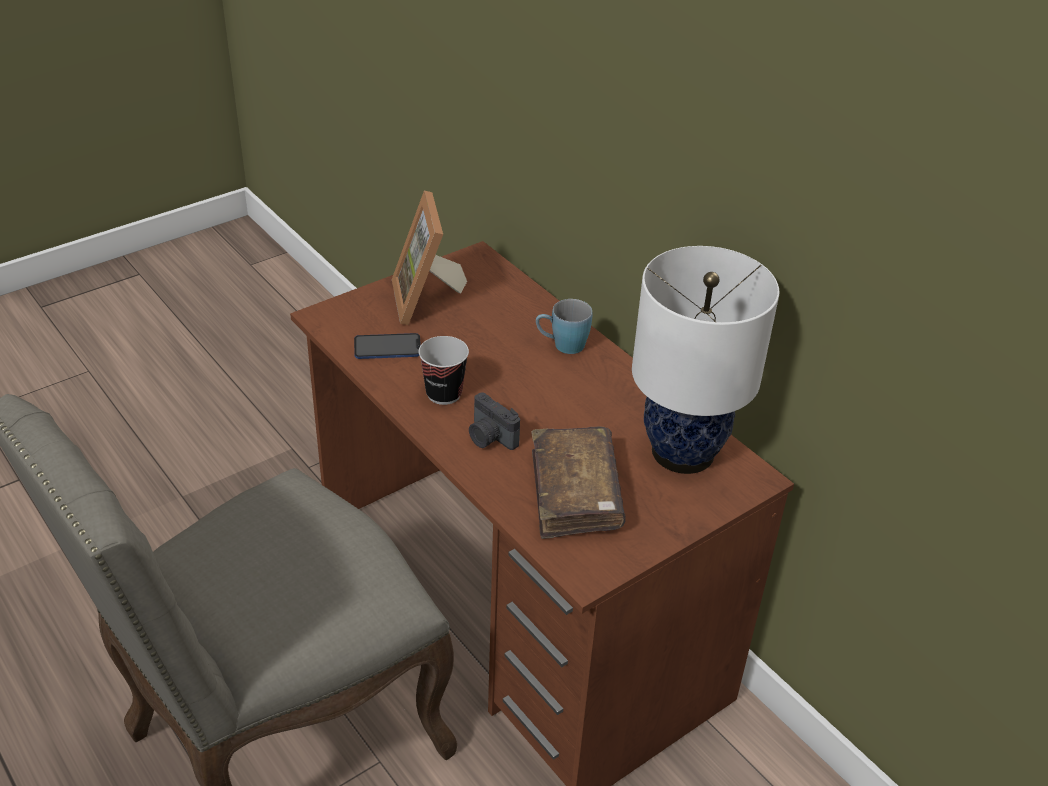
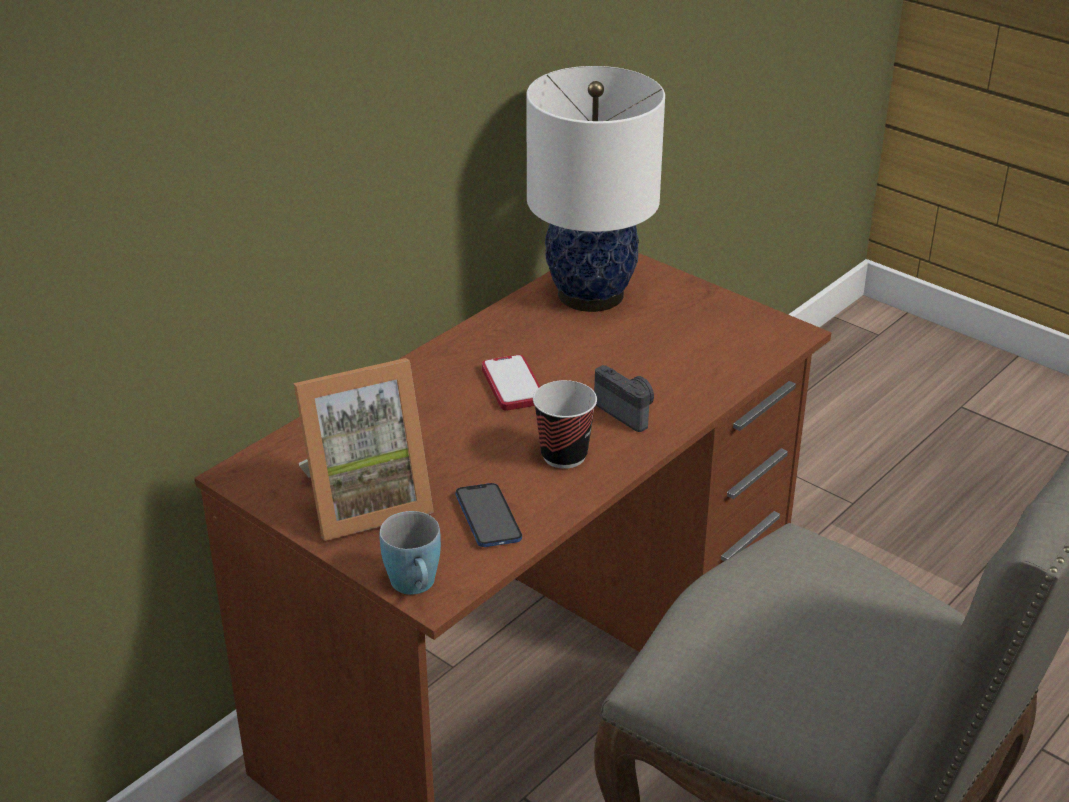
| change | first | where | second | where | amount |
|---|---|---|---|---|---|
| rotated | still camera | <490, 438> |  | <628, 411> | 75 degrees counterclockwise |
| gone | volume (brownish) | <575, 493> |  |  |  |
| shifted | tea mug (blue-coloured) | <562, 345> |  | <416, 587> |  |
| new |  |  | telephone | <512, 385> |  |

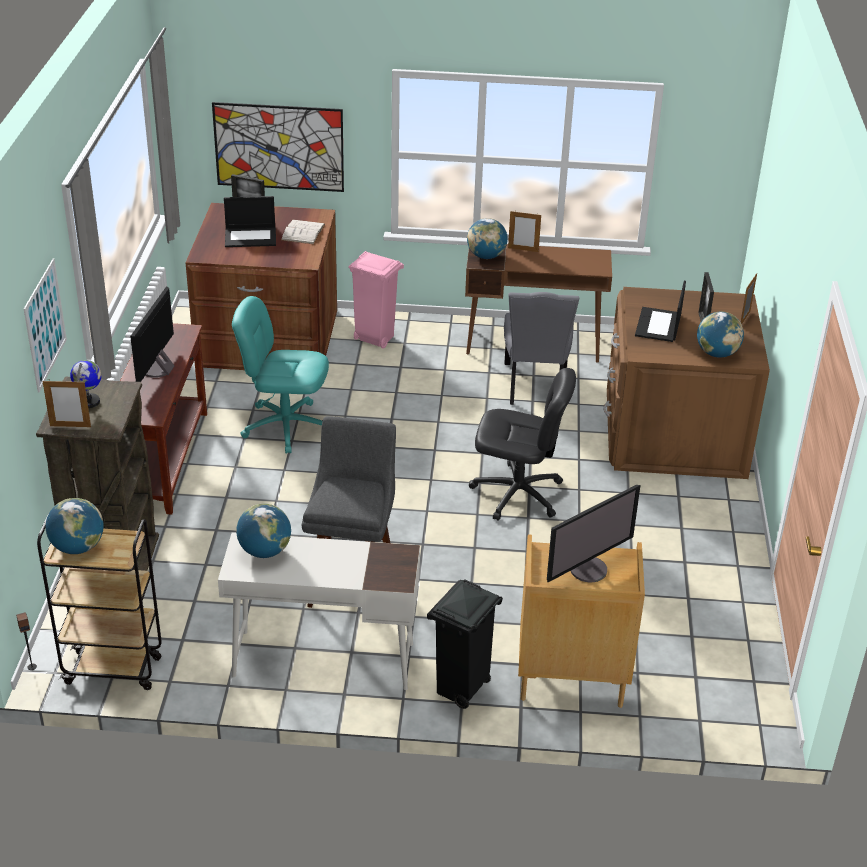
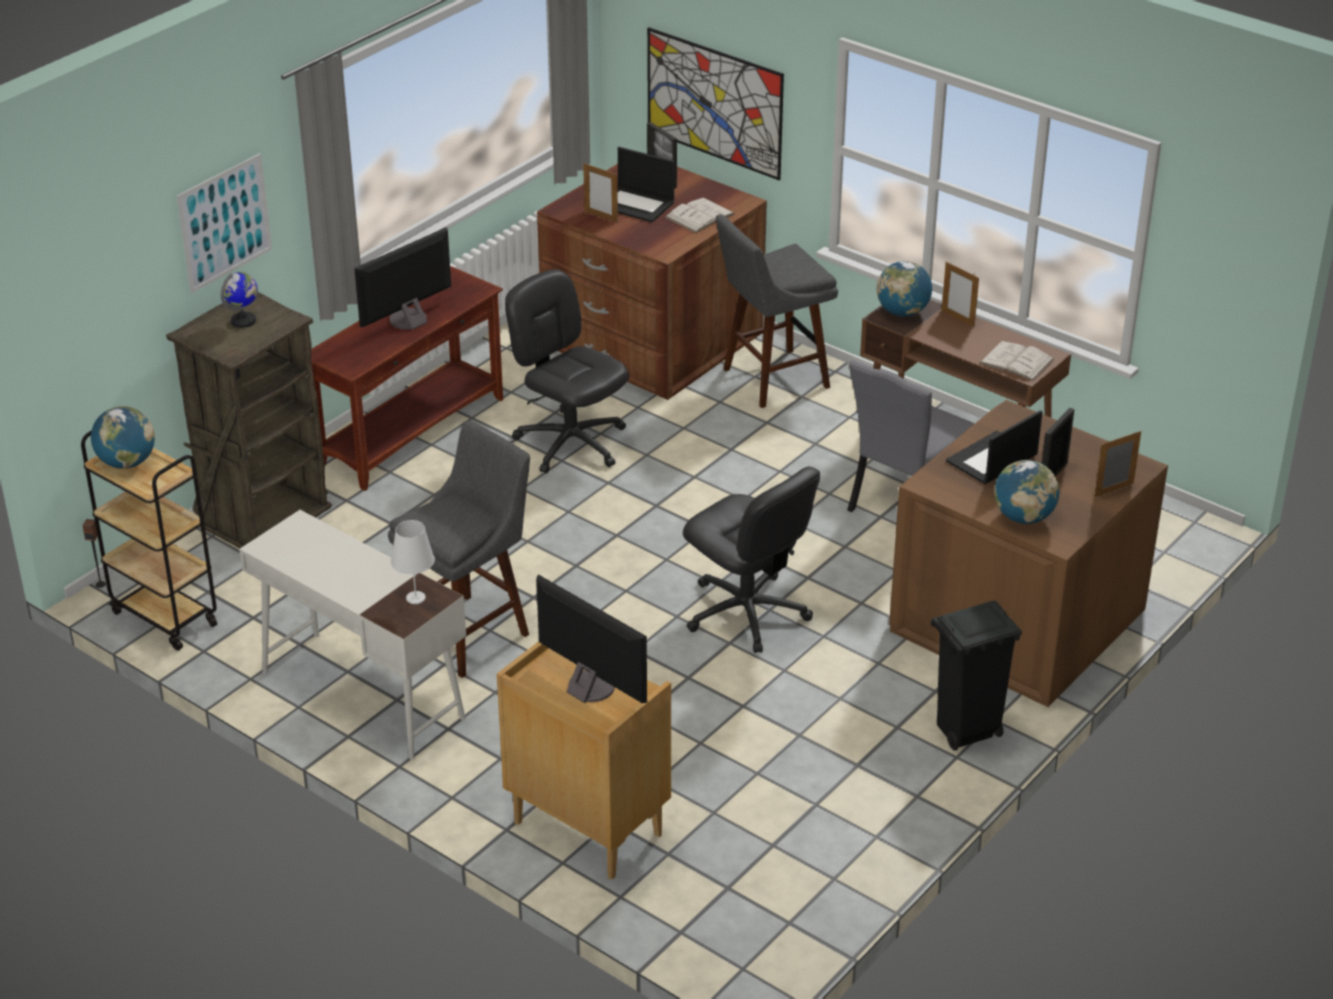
| change | first | where | second | where | amount |
|---|---|---|---|---|---|
| shifted | standing frame | <70, 426> |  | <601, 217> |  |
| repainted | desk chair (turquoise) | <285, 426> | desk chair (blackish) | <571, 442> |  |
| gone | globe | <265, 551> |  |  |  |
| swapped | trash can (pink) | <374, 339> | sitting stool (greyish) | <771, 379> |  |
| shifted | trash can (blackish) | <461, 690> |  | <966, 732> |  |
| rotated | monitor | <588, 569> |  | <589, 687> | 135 degrees counterclockwise |
| new |  |  | table lamp (white) | <416, 598> |  |
| new |  |  | volume (white) | <1016, 361> |  |

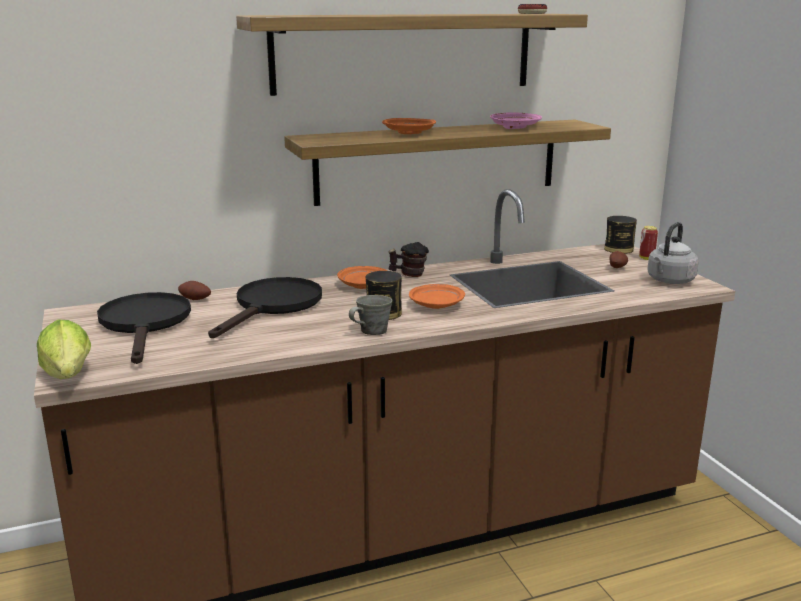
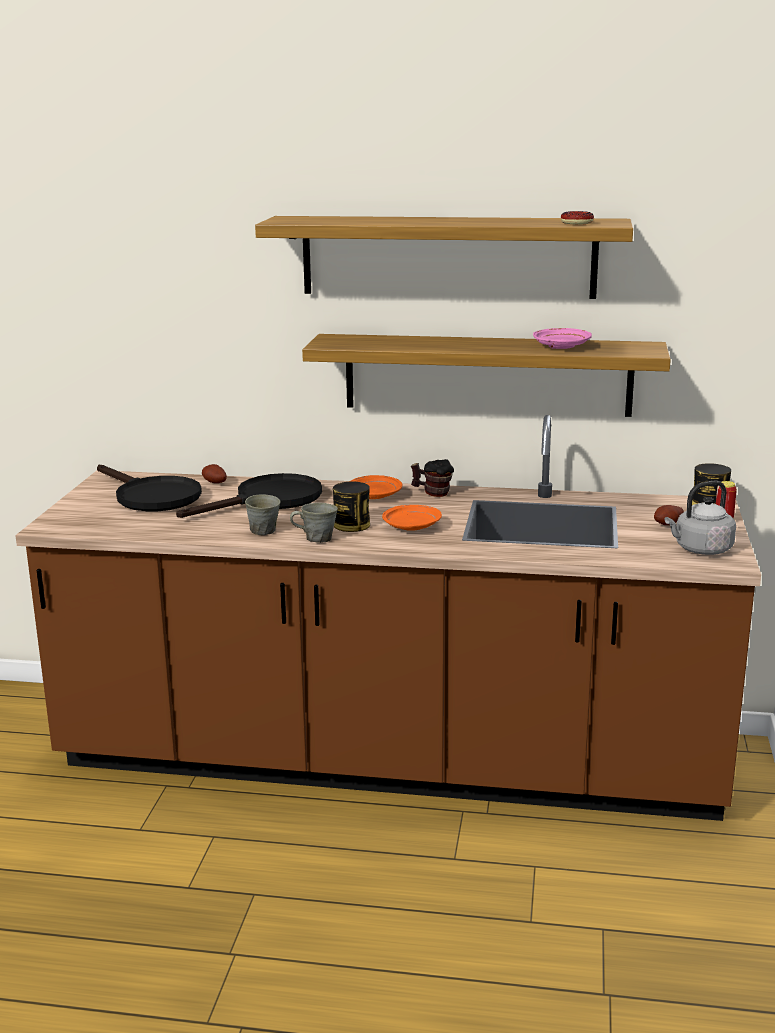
| change | first | where | second | where | amount |
|---|---|---|---|---|---|
| gone | lettuce head | <68, 377> |  |  |  |
| rotated | skillet (blackish) | <145, 324> |  | <151, 496> | 120 degrees clockwise |
| gone | plate (orangey) | <409, 133> |  |  |  |
| new |  |  | tea mug (greyish) | <263, 530> |  |

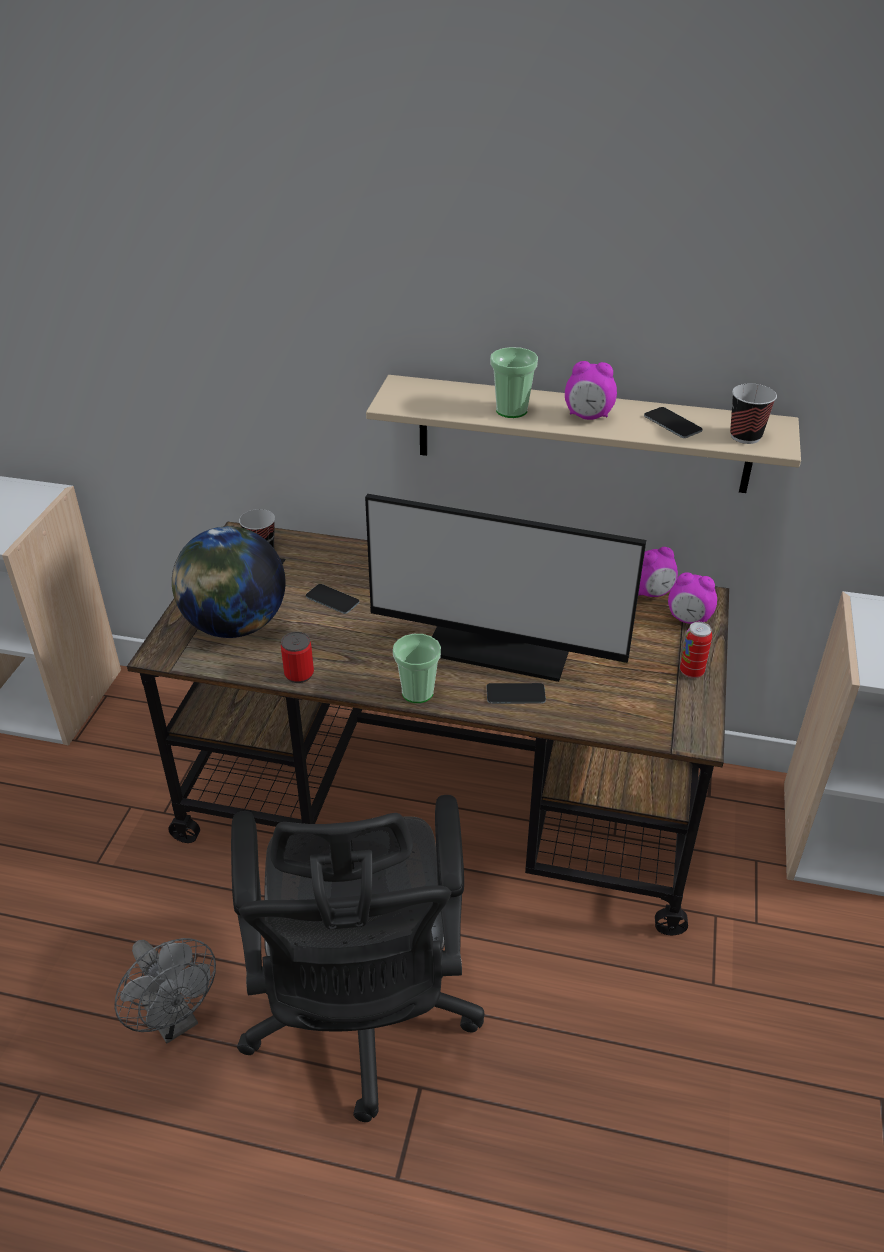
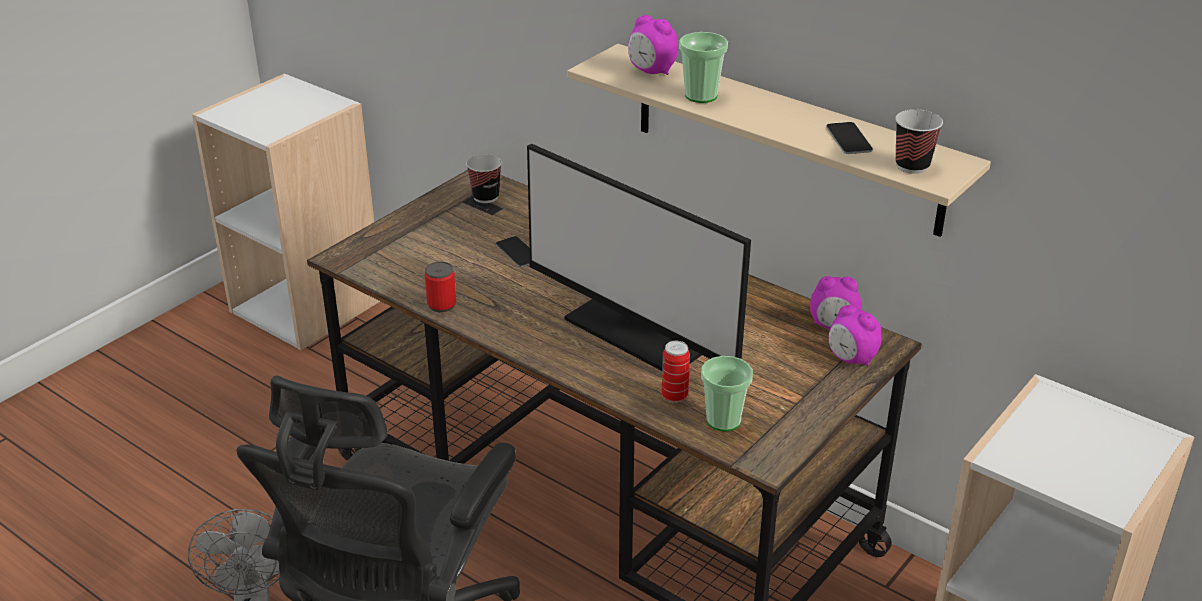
| change | first | where | second | where | amount |
|---|---|---|---|---|---|
| gone | globe | <235, 625> |  |  |  |
| shifted | drinking cup | <417, 692> |  | <723, 420> |  |
| gone | telephone | <515, 694> |  |  |  |
| shifted | bedside clock | <588, 417> |  | <651, 71> |  |
| shifted | metal can | <691, 672> |  | <674, 396> |  |

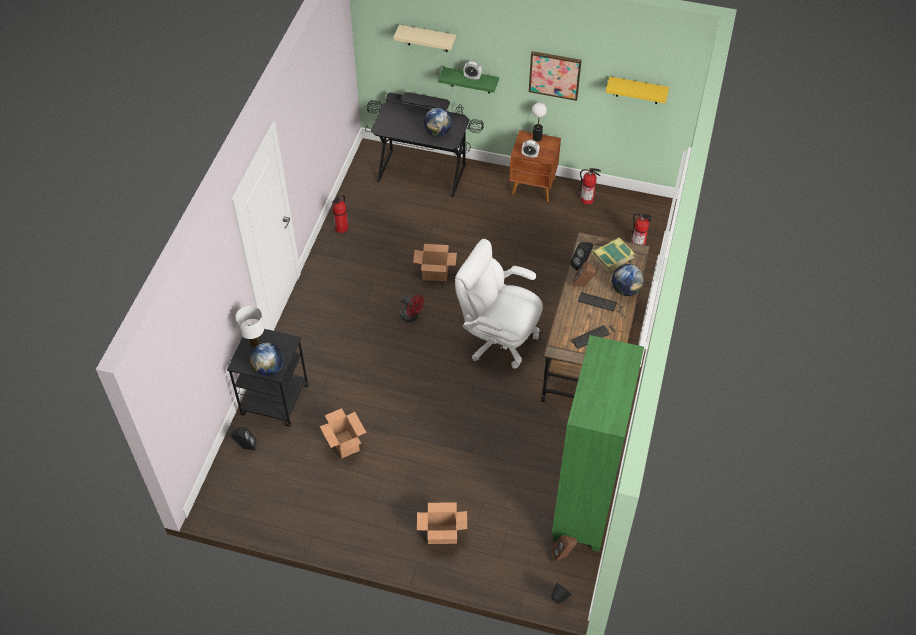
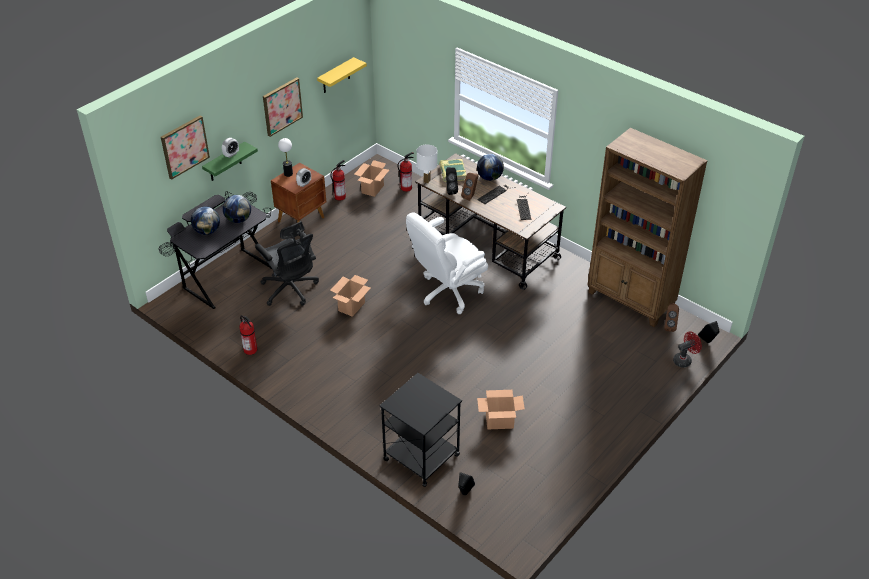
| change | first | where | second | where | amount |
|---|---|---|---|---|---|
| shifted | table lamp (white) | <254, 343> |  | <427, 181> |  |
| shifted | globe | <269, 369> |  | <207, 231> |  |
| swapped | wall shelf (beige) | <427, 38> | picture | <184, 146> |  |
| shifted | fan (reddish) | <411, 317> |  | <684, 360> |  |
| shifted | carton | <442, 534> |  | <372, 189> |  |
| repainted | shelving unit (green-coloured) | <584, 505> | shelving unit (brownish) | <631, 300> |  |
| new |  |  | desk chair | <291, 291> |  |

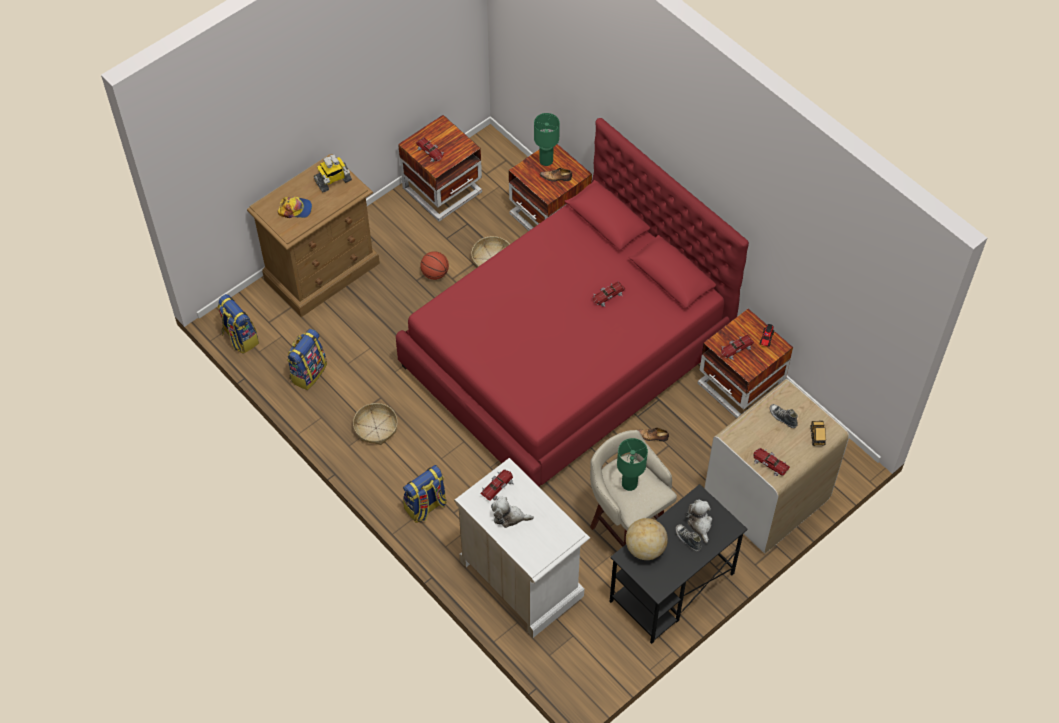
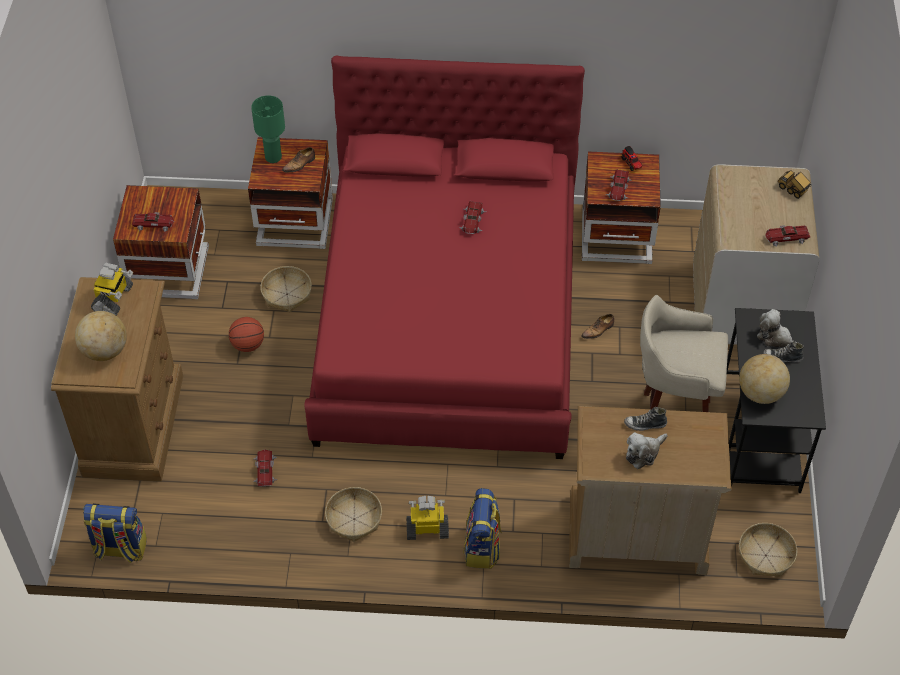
| change | first | where | second | where | amount |
|---|---|---|---|---|---|
| swapped | peaked cap | <295, 209> | globe | <105, 351> |  |
| gone | backpack | <308, 372> |  |  |  |
| repainted | drawer chest (white) | <521, 578> | drawer chest (brownish) | <636, 535> |  |
| shifted | model car | <497, 486> |  | <265, 470> |  |
| gone | table lamp (green-coloured) | <629, 483> |  |  |  |
| shifted | item of footwear | <782, 418> |  | <645, 424> |  |
| new |  |  | toy robot | <427, 529> |  |
| new |  |  | storage basket | <765, 555> |  |

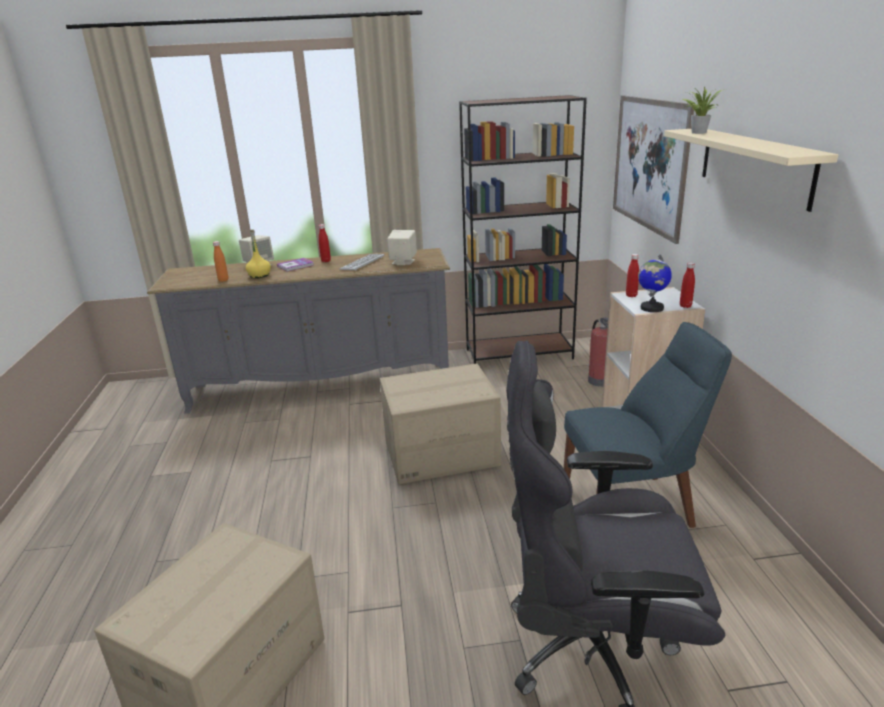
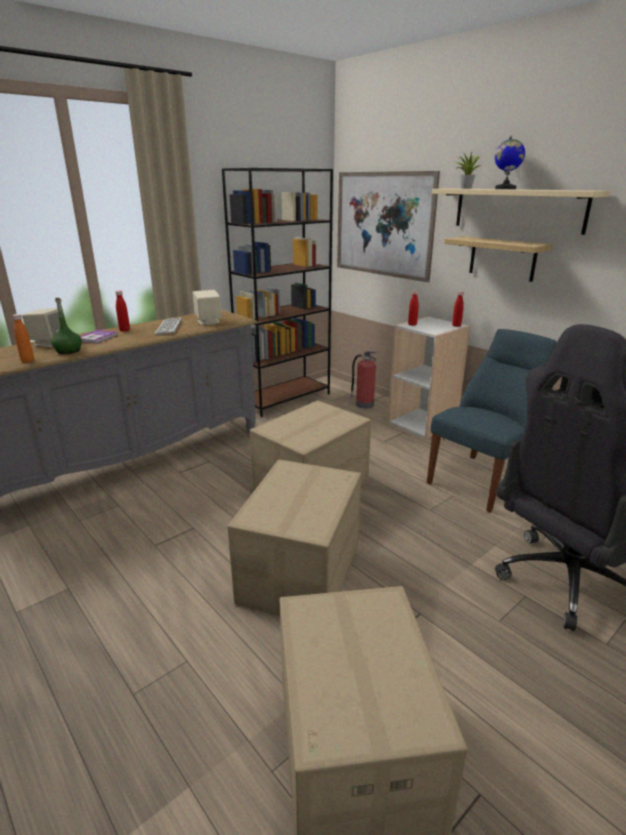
| change | first | where | second | where | amount |
|---|---|---|---|---|---|
| repainted | beverage bottle (yellow) | <259, 275> | beverage bottle (green-coloured) | <68, 351> |  |
| shifted | globe | <651, 308> |  | <505, 189> |  |
| new |  |  | carton | <301, 573> |  |
| new |  |  | wall shelf | <502, 258> |  |

